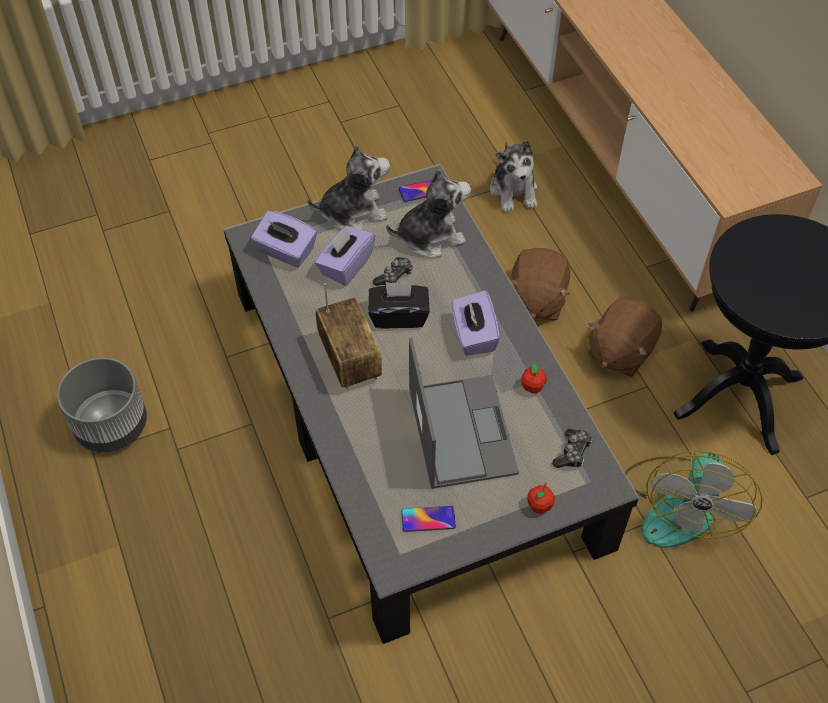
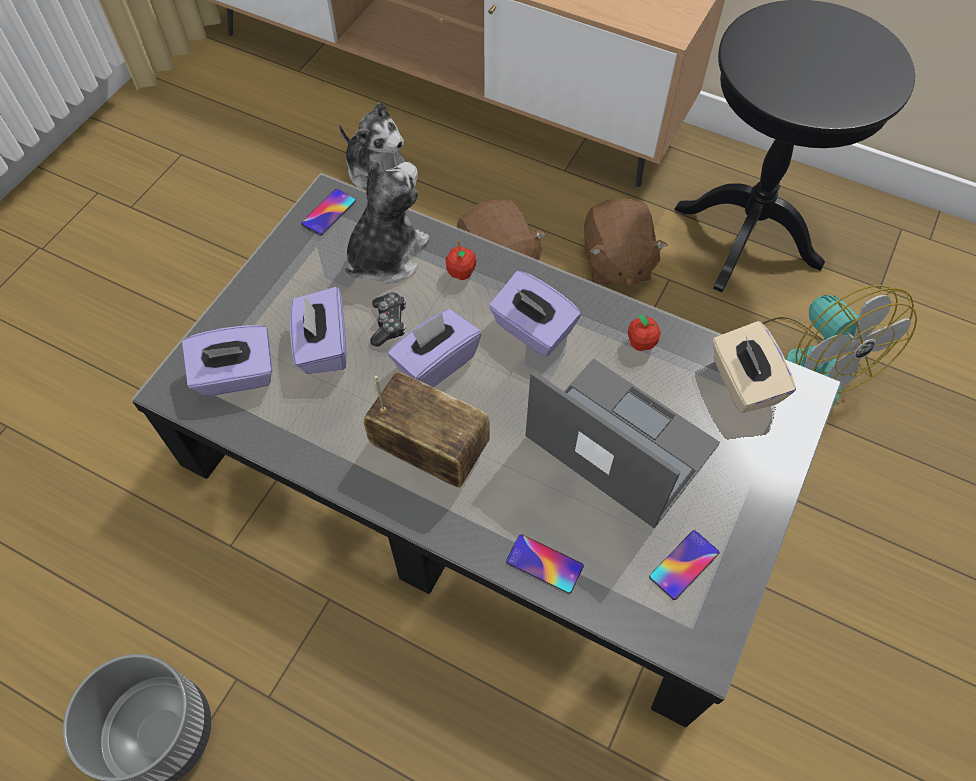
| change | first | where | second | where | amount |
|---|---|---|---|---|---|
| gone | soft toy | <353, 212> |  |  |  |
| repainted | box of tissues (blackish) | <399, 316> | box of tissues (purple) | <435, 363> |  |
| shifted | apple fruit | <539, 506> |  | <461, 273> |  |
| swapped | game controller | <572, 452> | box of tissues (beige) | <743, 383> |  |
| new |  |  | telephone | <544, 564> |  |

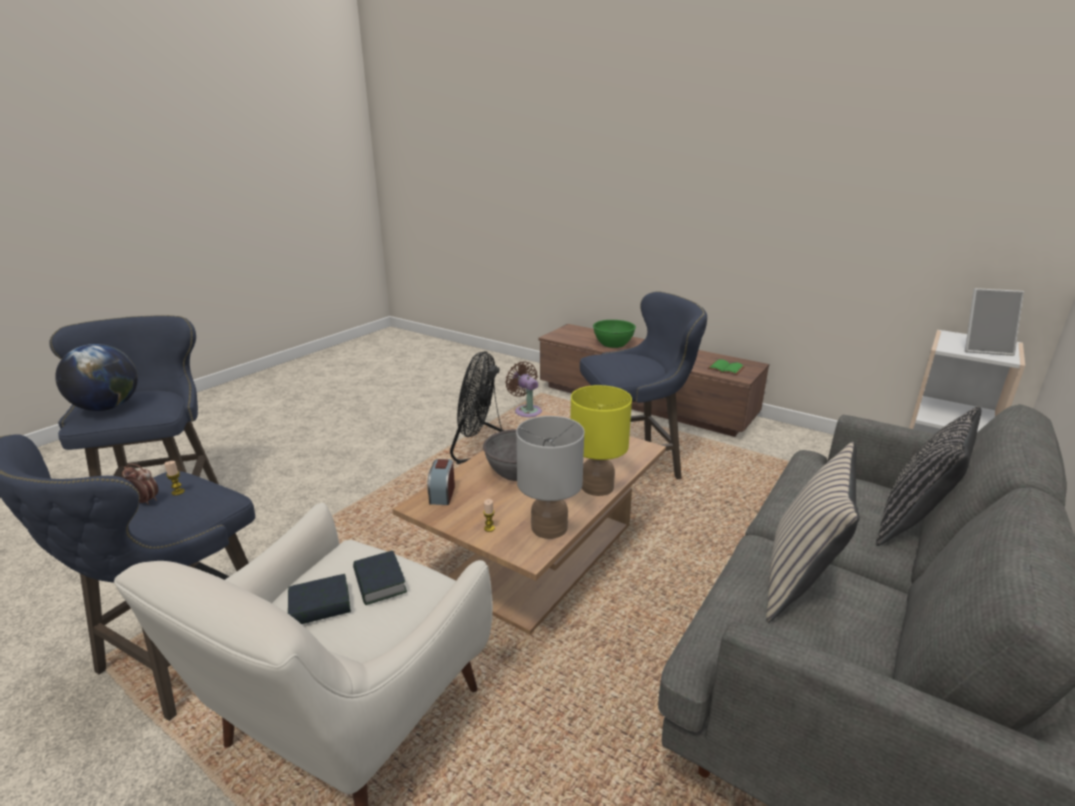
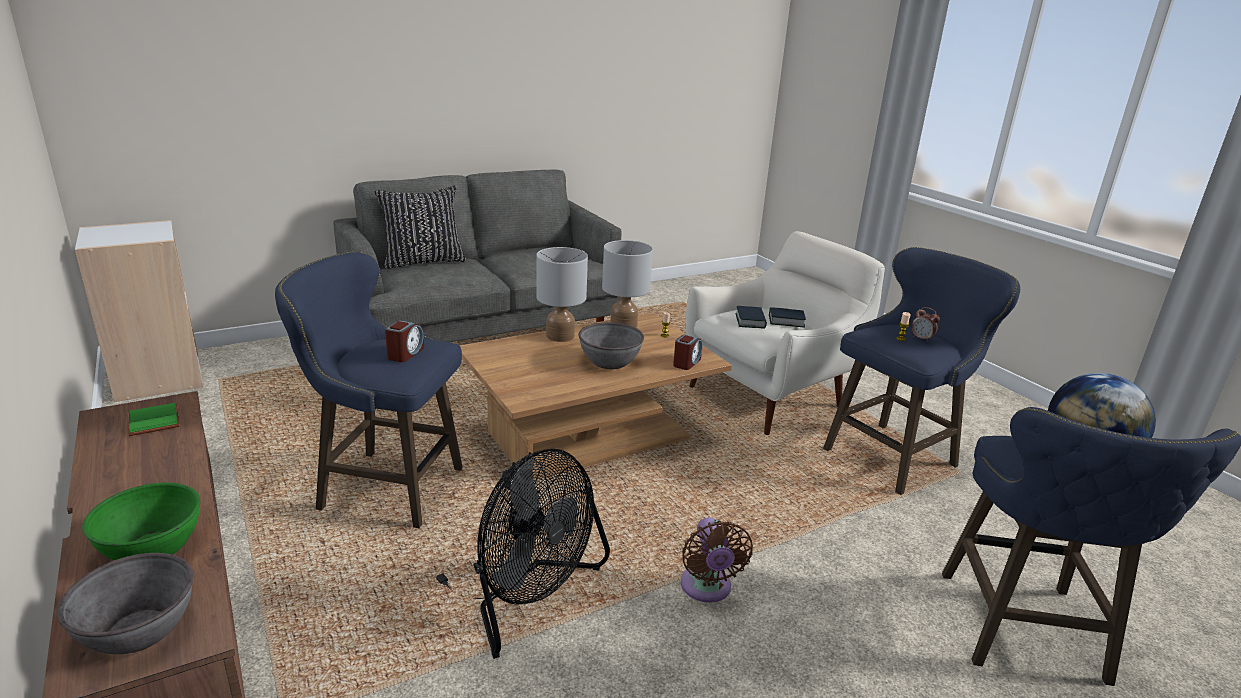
| change | first | where | second | where | amount |
|---|---|---|---|---|---|
| shifted | fan (brownish) | <526, 411> |  | <707, 589> |  |
| repainted | table lamp (yellow) | <597, 487> | table lamp (greyish) | <560, 336> |  |
| gone | throw pillow (beige) | <800, 581> |  |  |  |
| gone | standing frame | <984, 349> |  |  |  |
| new |  |  | bowl (greyish) | <138, 631> |  |
| new |  |  | bedside clock | <405, 353> |  |

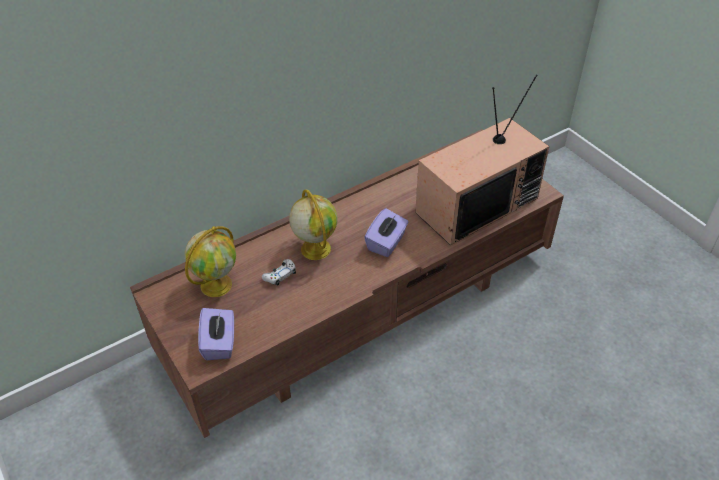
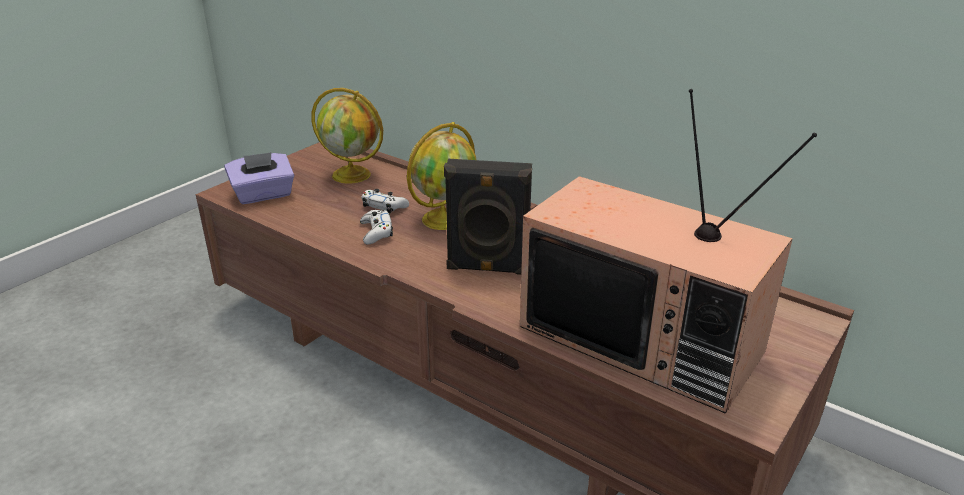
| change | first | where | second | where | amount |
|---|---|---|---|---|---|
| swapped | box of tissues (purple) | <386, 243> | loudspeaker (blackish) | <487, 268> |  |
| new |  |  | game controller (white) | <376, 232> |  |

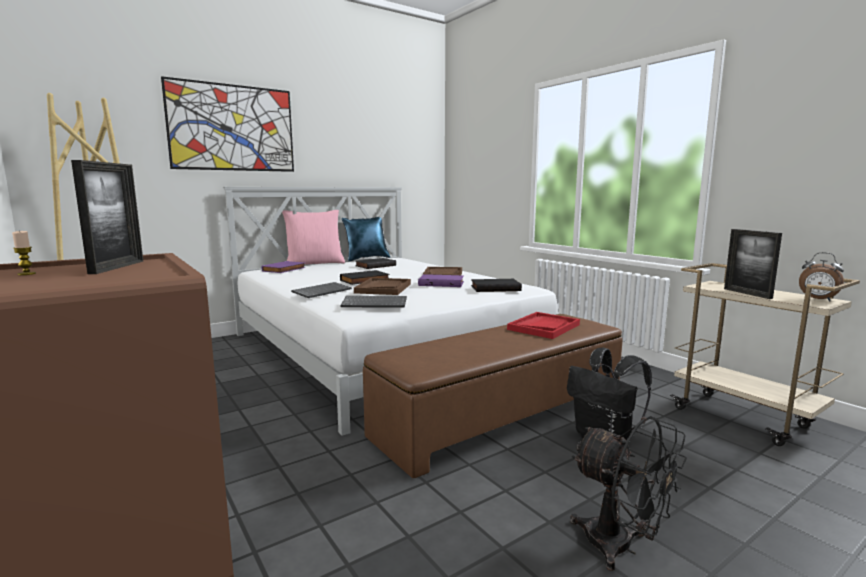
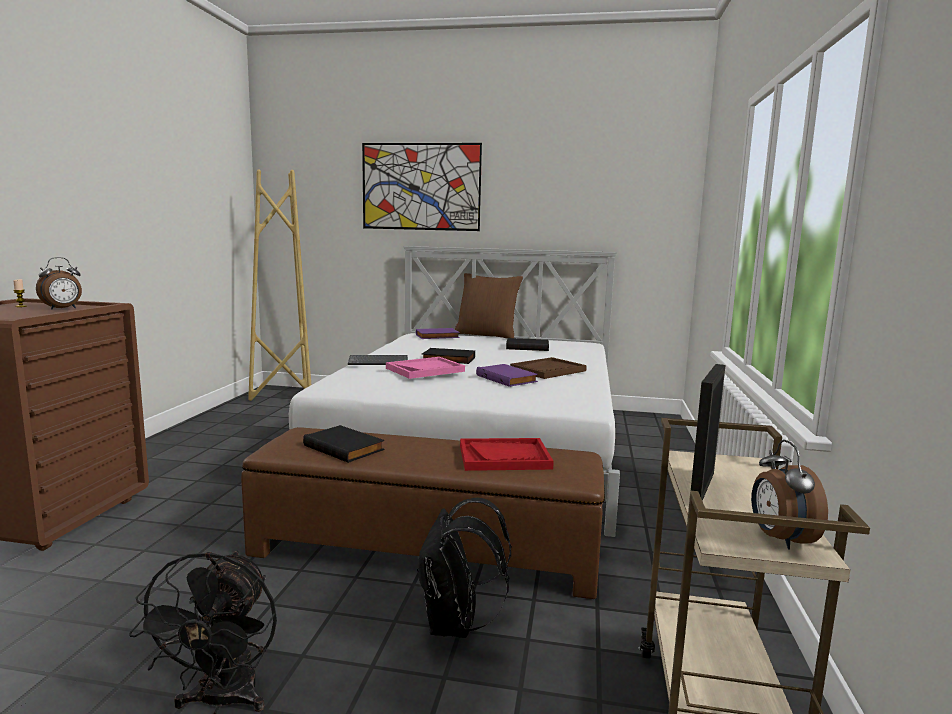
| change | first | where | second | where | amount |
|---|---|---|---|---|---|
| swapped | standing frame | <117, 267> | bedside clock | <63, 308> |  |
| repainted | throw pillow (pink) | <314, 263> | throw pillow (brownish) | <487, 335> |  |
| gone | computer keyboard | <375, 303> |  |  |  |
| gone | throw pillow (blue-coloured) | <366, 259> |  |  |  |
| repainted | carrying tray (brownish) | <383, 288> | carrying tray (pink) | <425, 370> |  |
| shifted | volume (blackish) | <495, 288> |  | <345, 447> |  |

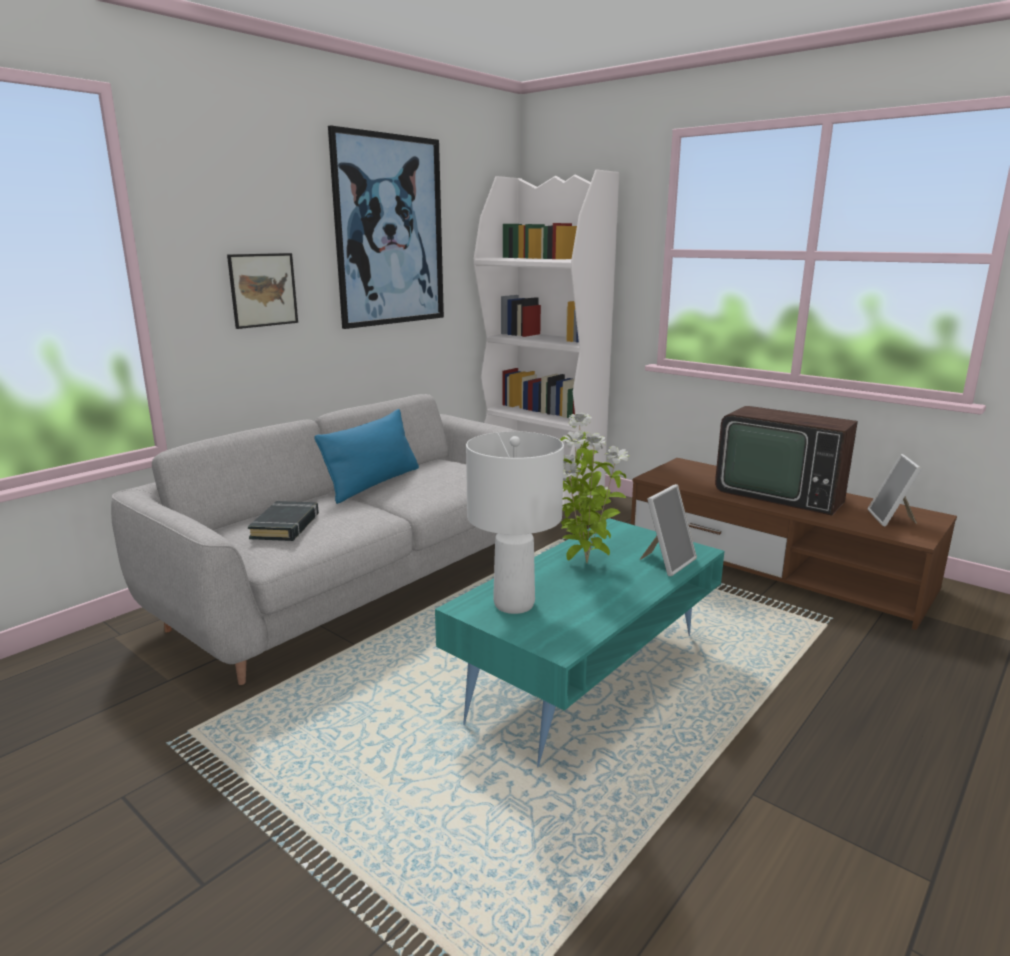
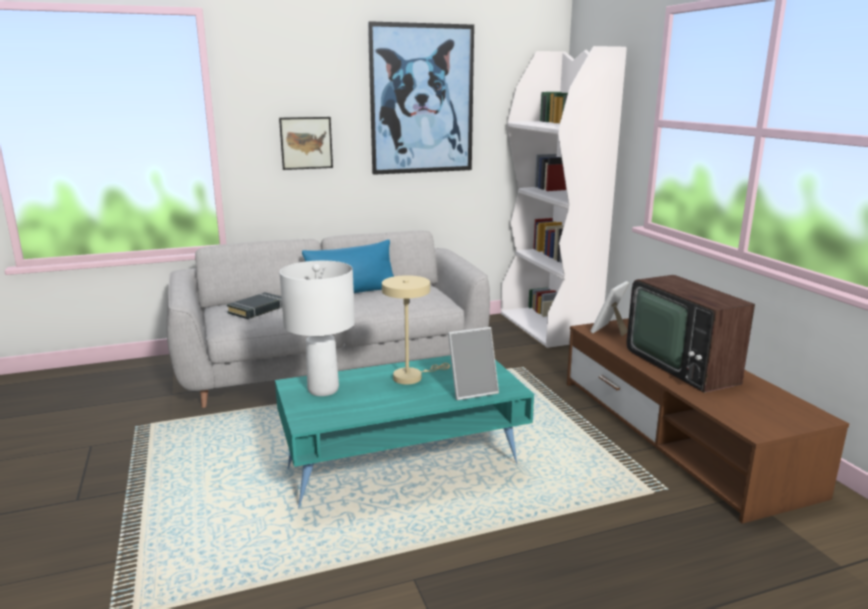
| change | first | where | second | where | amount |
|---|---|---|---|---|---|
| swapped | houseplant | <584, 563> | table lamp (beige) | <411, 376> |  |
| shifted | standing frame | <891, 519> |  | <609, 331> |  |

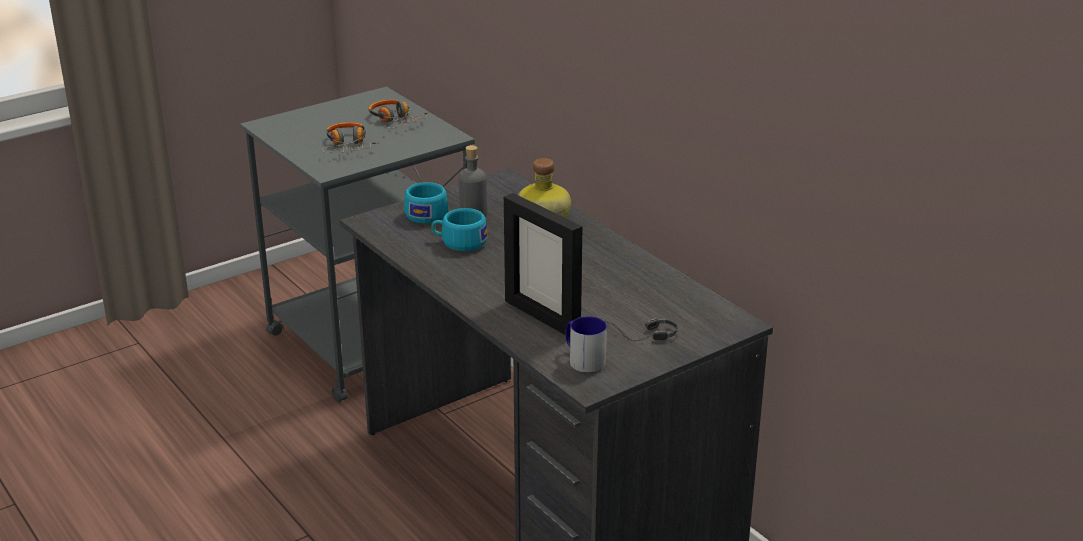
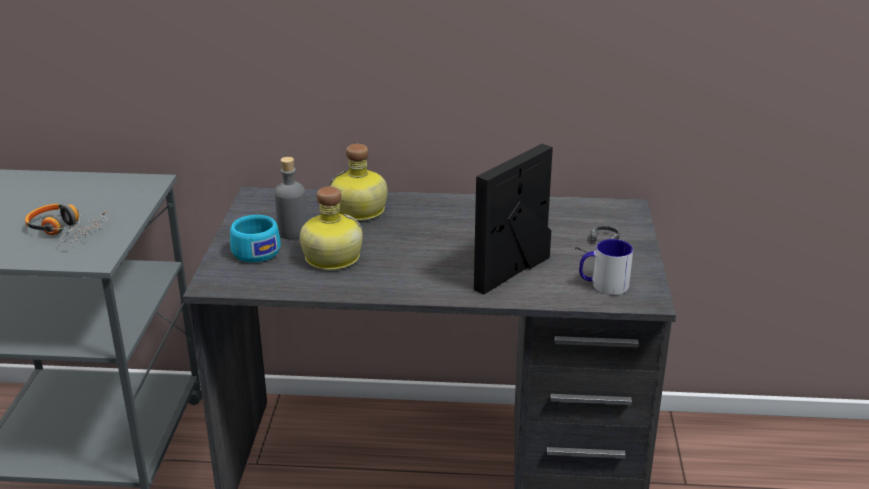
| change | first | where | second | where | amount |
|---|---|---|---|---|---|
| gone | headphones | <396, 121> |  |  |  |
| swapped | drinking cup (turquoise) | <459, 242> | beverage bottle | <330, 258> |  |
| rotated | standing frame | <543, 316> |  | <512, 273> | 135 degrees clockwise |

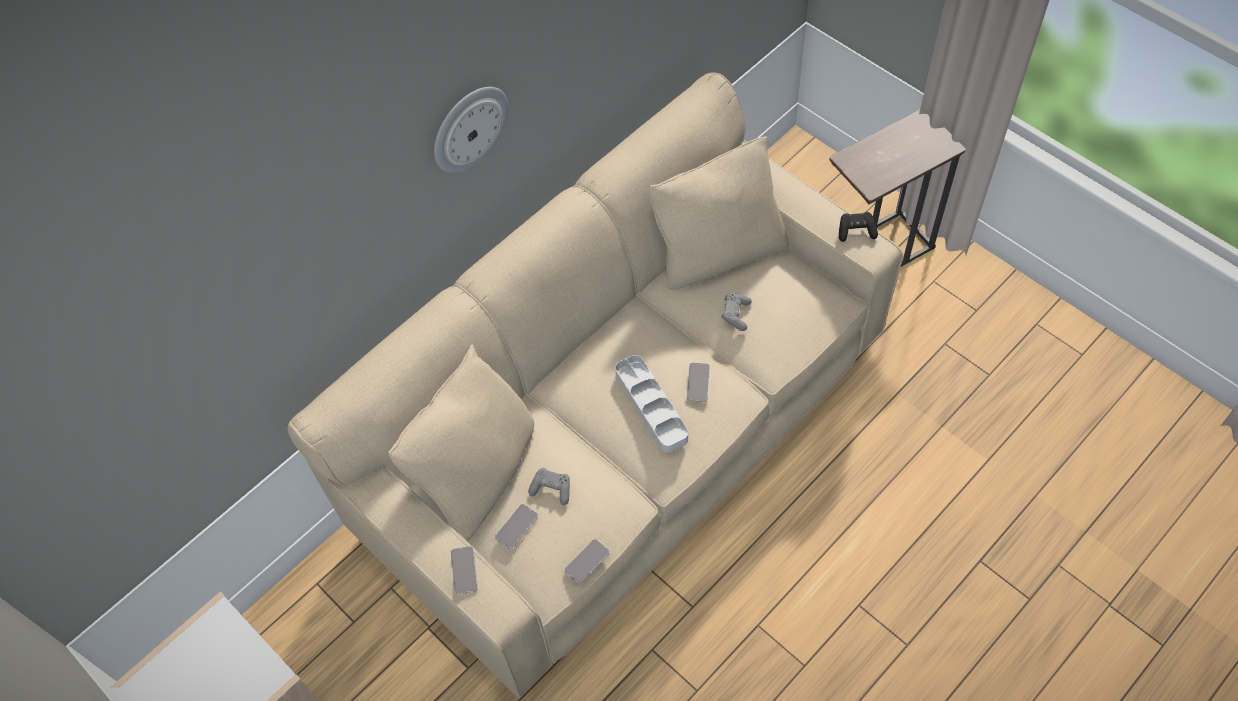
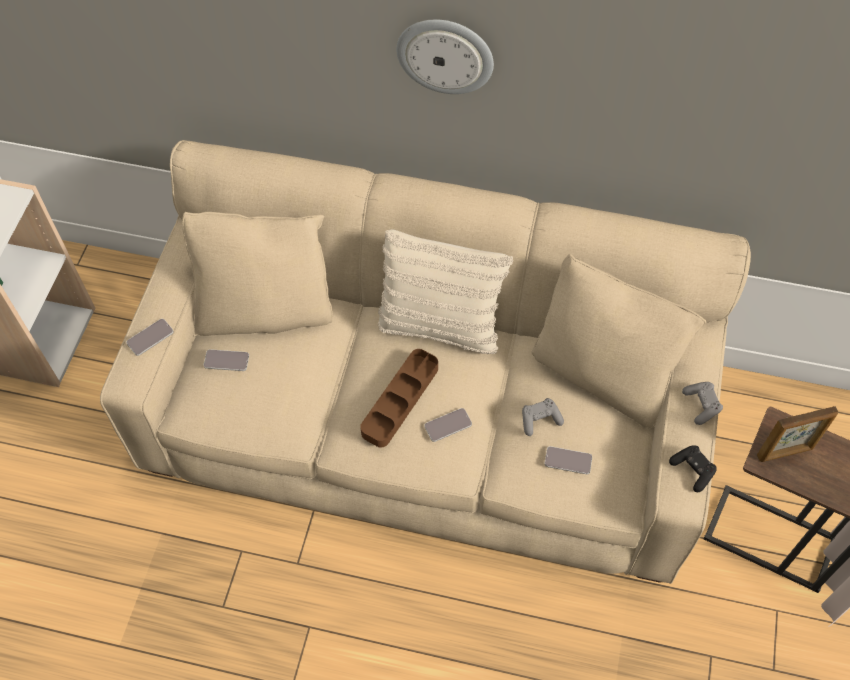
| change | first | where | second | where | amount |
|---|---|---|---|---|---|
| shifted | game controller (greyish) | <552, 489> |  | <701, 405> |  |
| shifted | telephone | <587, 561> |  | <568, 461> |  |
| repainted | carrying tray (greyish) | <651, 406> | carrying tray (brownish) | <400, 400> |  |
| new |  |  | throw pillow (beige) | <441, 326> |  |
| new |  |  | standing frame | <785, 452> |  |

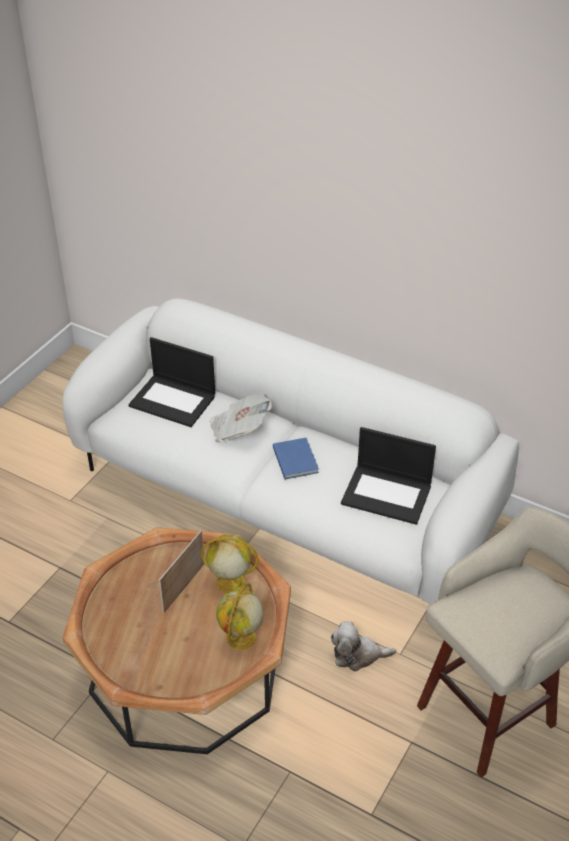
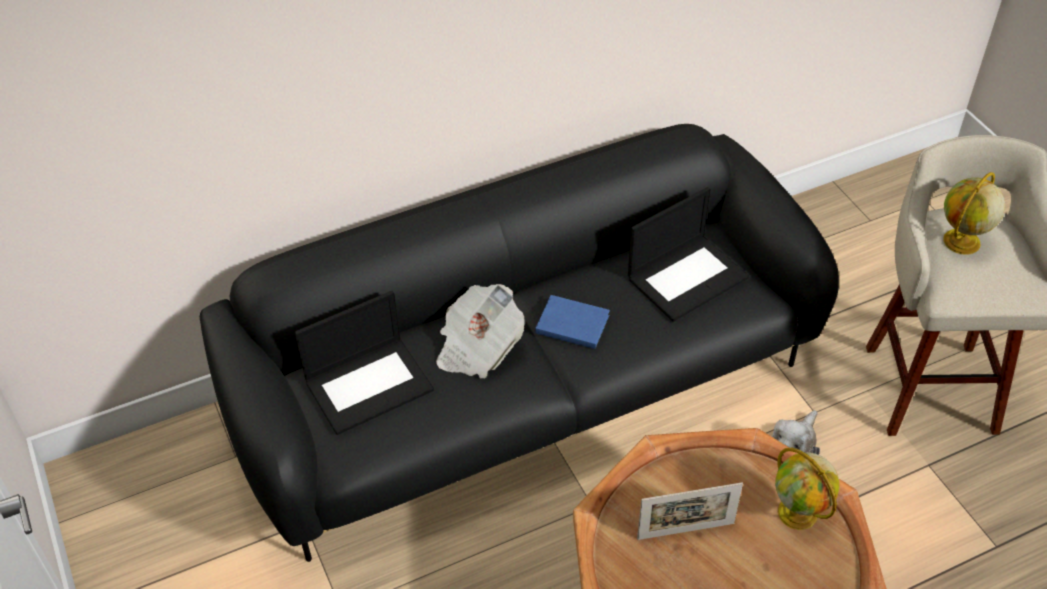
| change | first | where | second | where | amount |
|---|---|---|---|---|---|
| repainted | settee (white) | <284, 498> | settee (blackish) | <525, 390> |  |
| rotated | standing frame | <184, 588> |  | <685, 531> | 75 degrees counterclockwise |
| shifted | globe | <230, 582> |  | <961, 242> |  |

